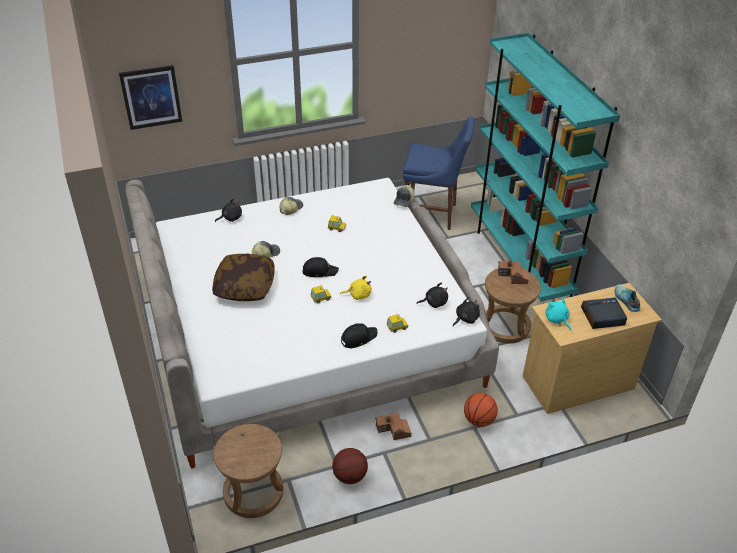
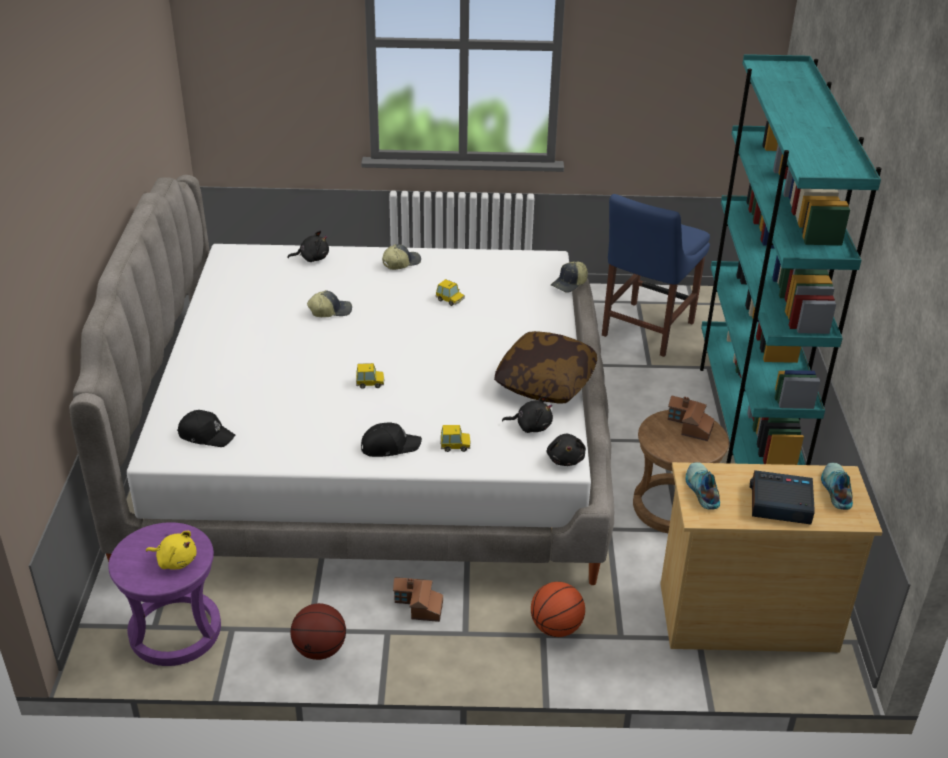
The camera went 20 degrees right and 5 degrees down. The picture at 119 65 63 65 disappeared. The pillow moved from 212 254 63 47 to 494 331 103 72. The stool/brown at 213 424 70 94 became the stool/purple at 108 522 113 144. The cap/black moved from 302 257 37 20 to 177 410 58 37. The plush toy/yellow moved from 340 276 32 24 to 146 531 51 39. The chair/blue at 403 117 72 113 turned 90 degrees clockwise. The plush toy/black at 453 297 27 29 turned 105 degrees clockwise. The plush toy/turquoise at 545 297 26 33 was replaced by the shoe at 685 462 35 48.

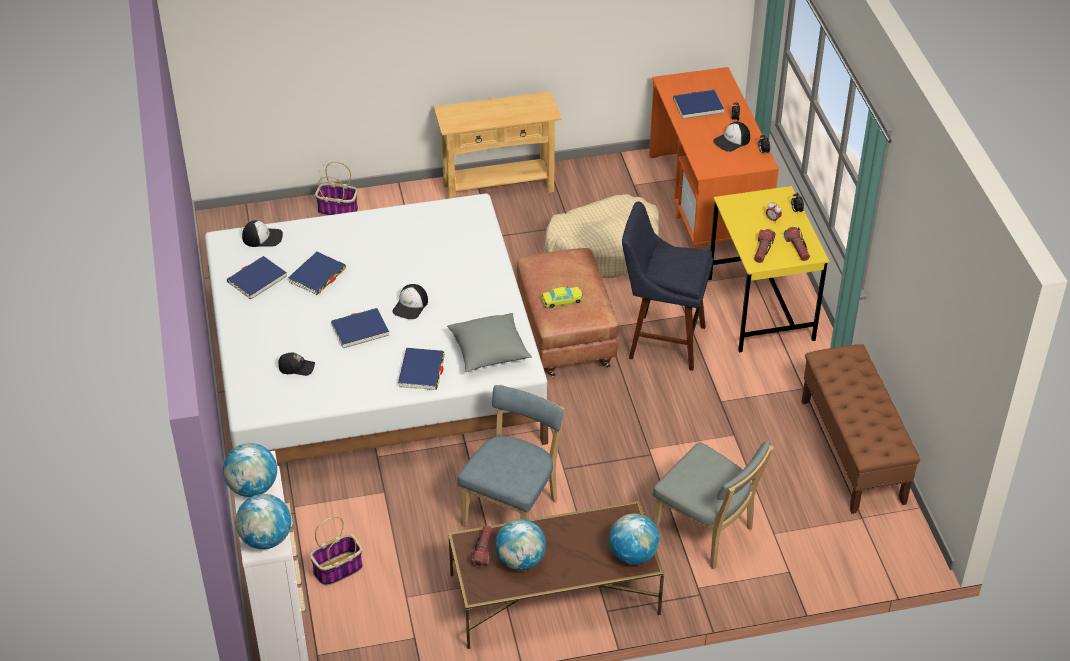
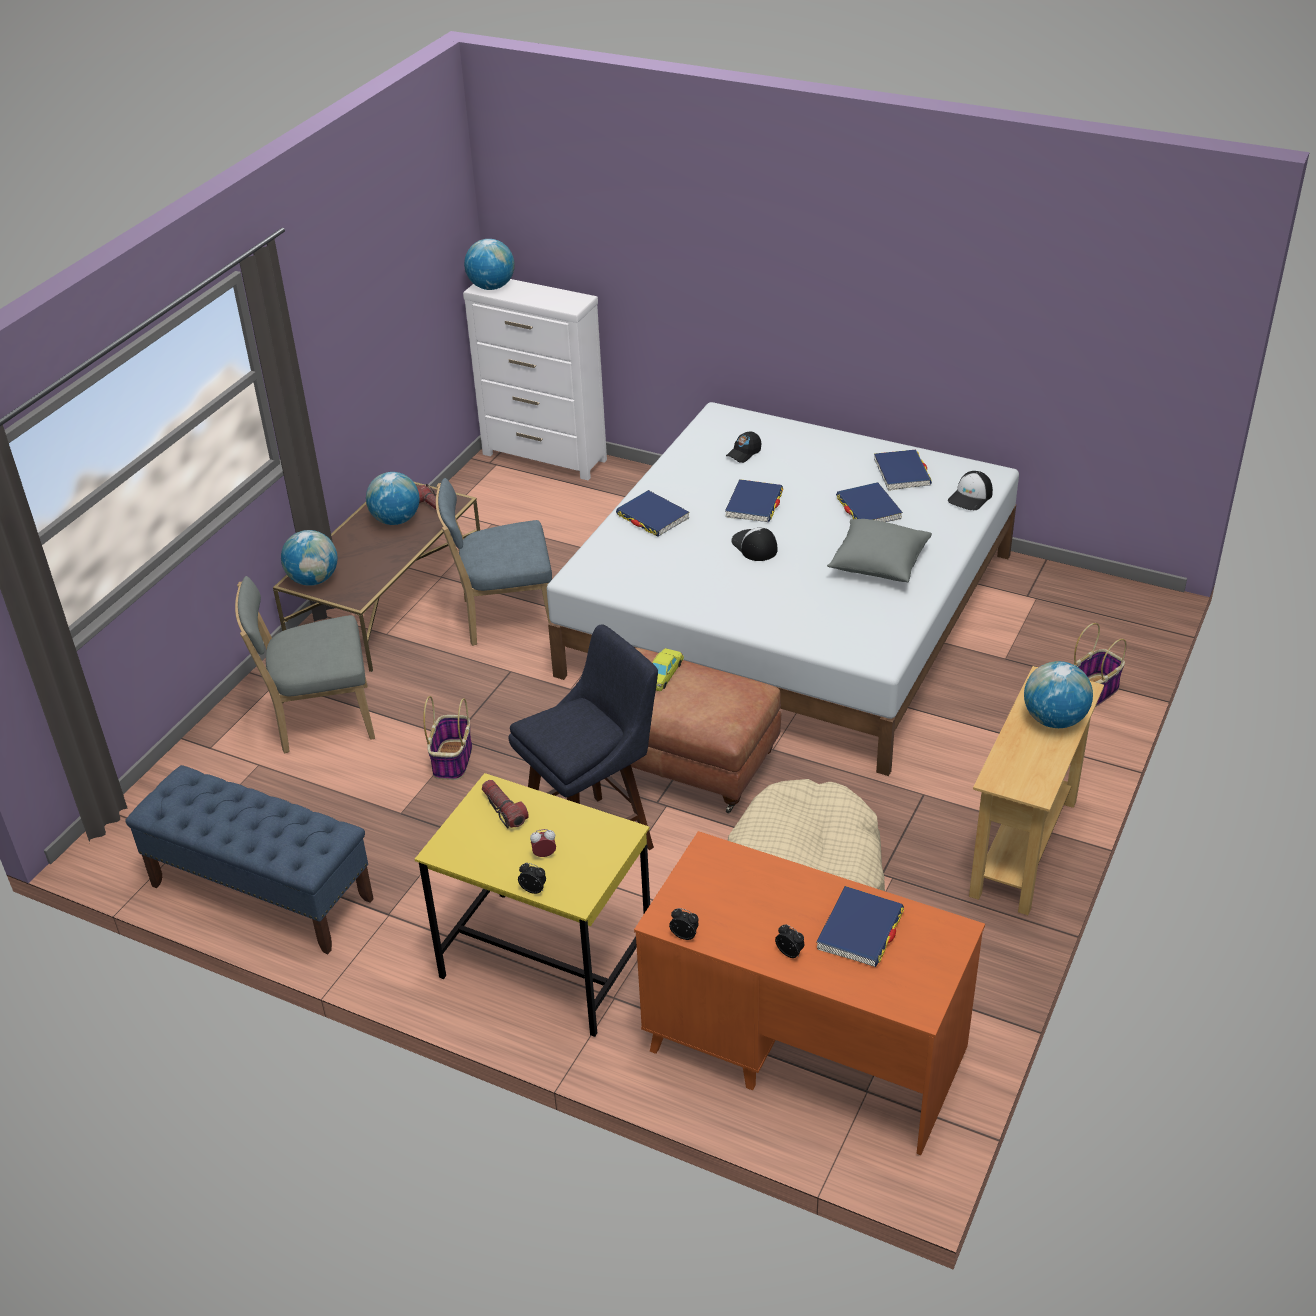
The camera went 130 degrees right and 5 degrees down. The globe moved from 223 443 54 54 to 1024 661 69 67. The basket moved from 310 517 53 69 to 423 696 49 84. The pillow/grey moved from 447 313 85 59 to 827 519 105 64. The chair/blue at 458 385 106 142 turned 105 degrees clockwise. The cap at 713 122 37 30 disappeared. The flashlight at 784 227 26 34 disappeared. The bench/brown at 802 344 118 170 became the bench/blue at 125 765 249 189.

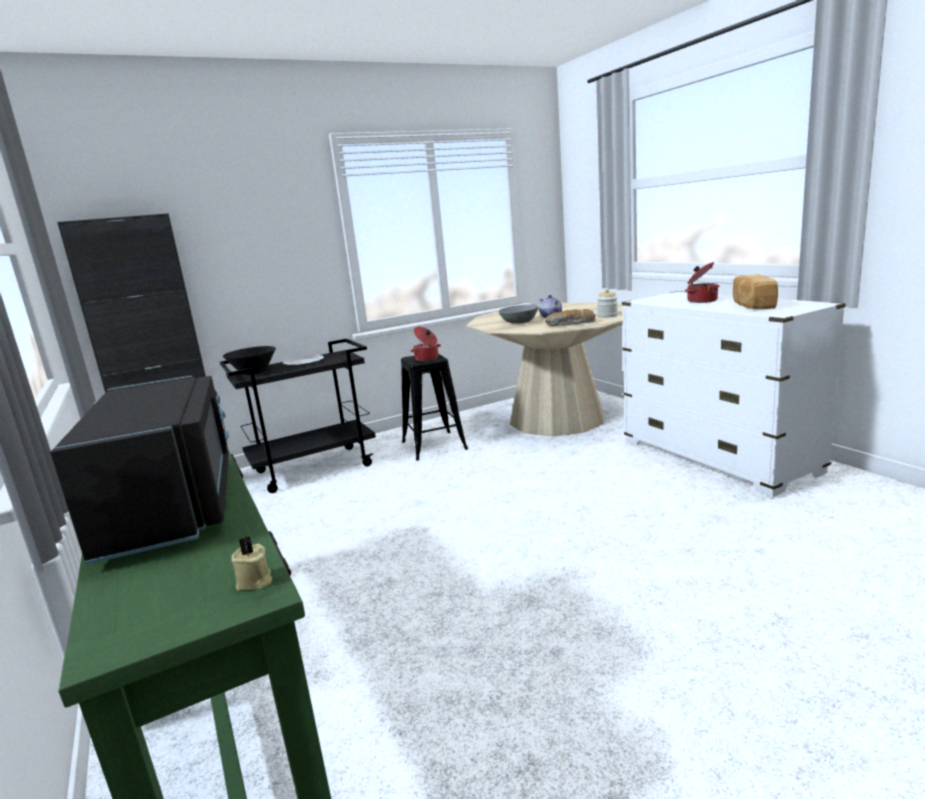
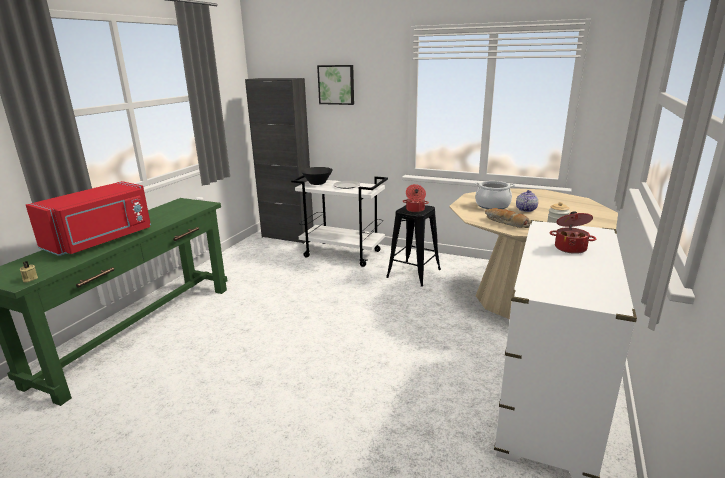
The camera went 50 degrees right and 5 degrees up. The microwave/black at 50 375 179 190 became the microwave/red at 26 181 125 75. The cart/black at 220 339 156 154 became the cart/white at 291 175 97 92. The bowl/grey at 498 304 40 20 was replaced by the cooking pot at 475 181 40 28. The bread at 733 274 45 36 disappeared. The picture at 317 65 37 40 appeared.

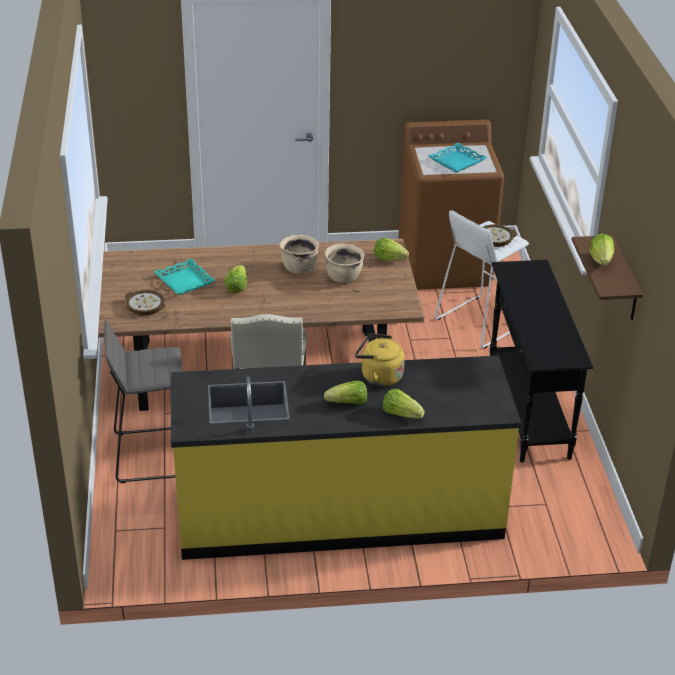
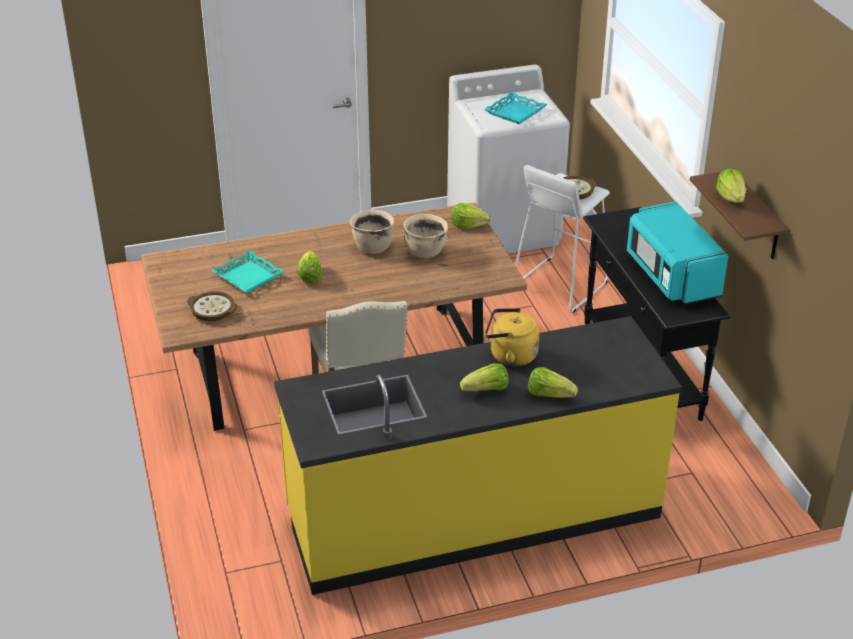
The camera went 10 degrees left and 0 degrees up. The stool/grey at 104 320 79 163 disappeared. The washing machine/brown at 398 120 106 170 became the washing machine/white at 447 65 123 189. The microwave/turquoise at 627 201 101 104 appeared.

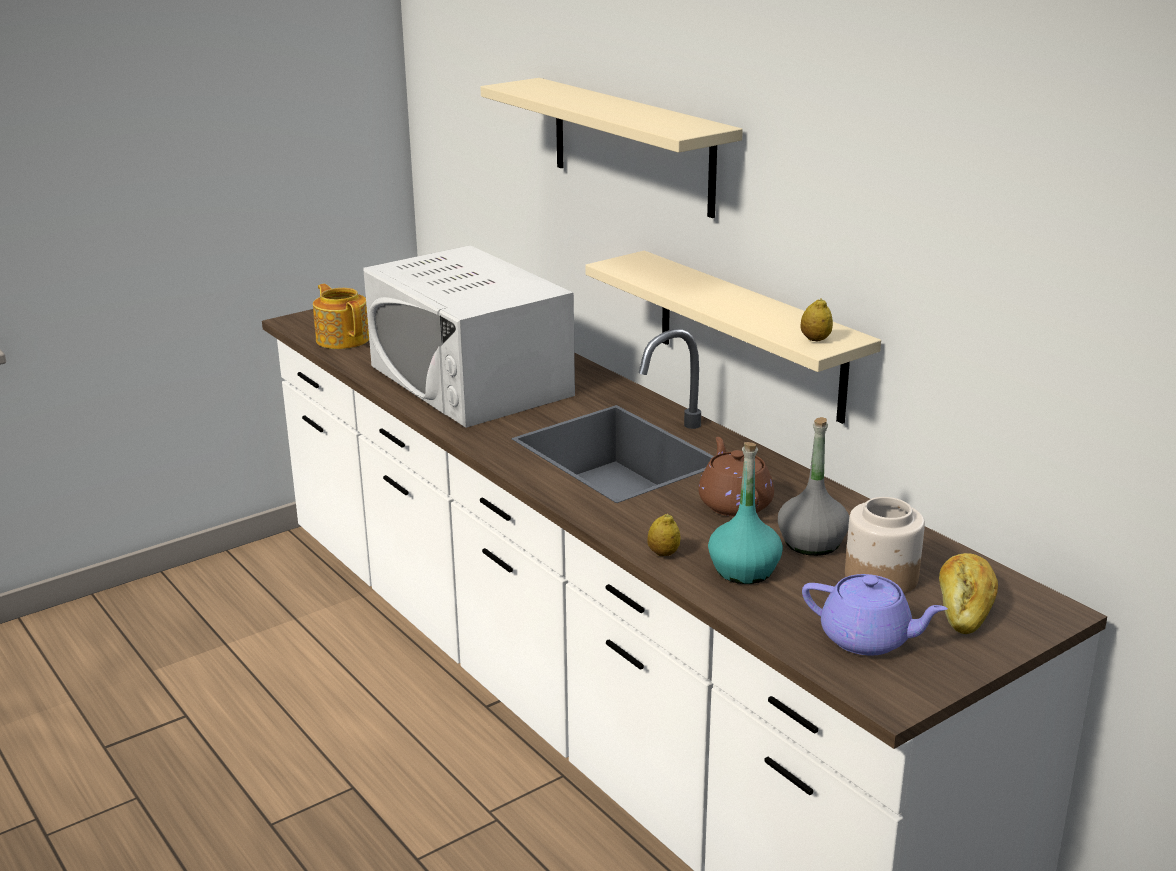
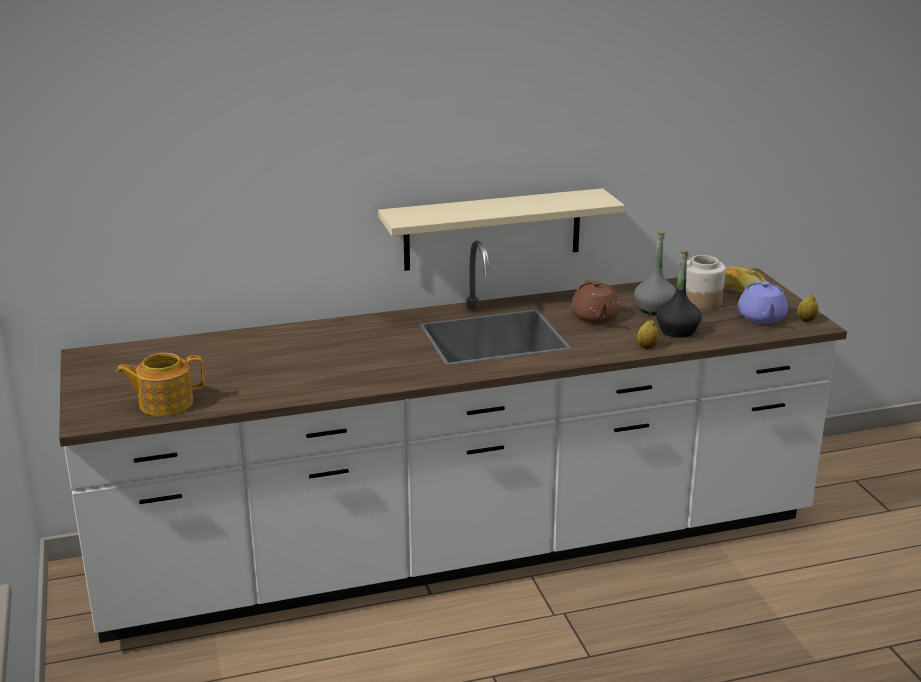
The camera went 70 degrees left and 0 degrees up. The microwave/white at 364 245 211 183 disappeared. The shelf/beige at 480 78 263 140 disappeared. The teapot/brown at 698 437 76 80 turned 105 degrees counterclockwise. The bottle/turquoise at 708 442 75 142 became the bottle/black at 656 251 46 87. The lemon moved from 801 298 32 43 to 797 295 22 27. The teapot/purple at 802 574 146 82 turned 135 degrees clockwise.

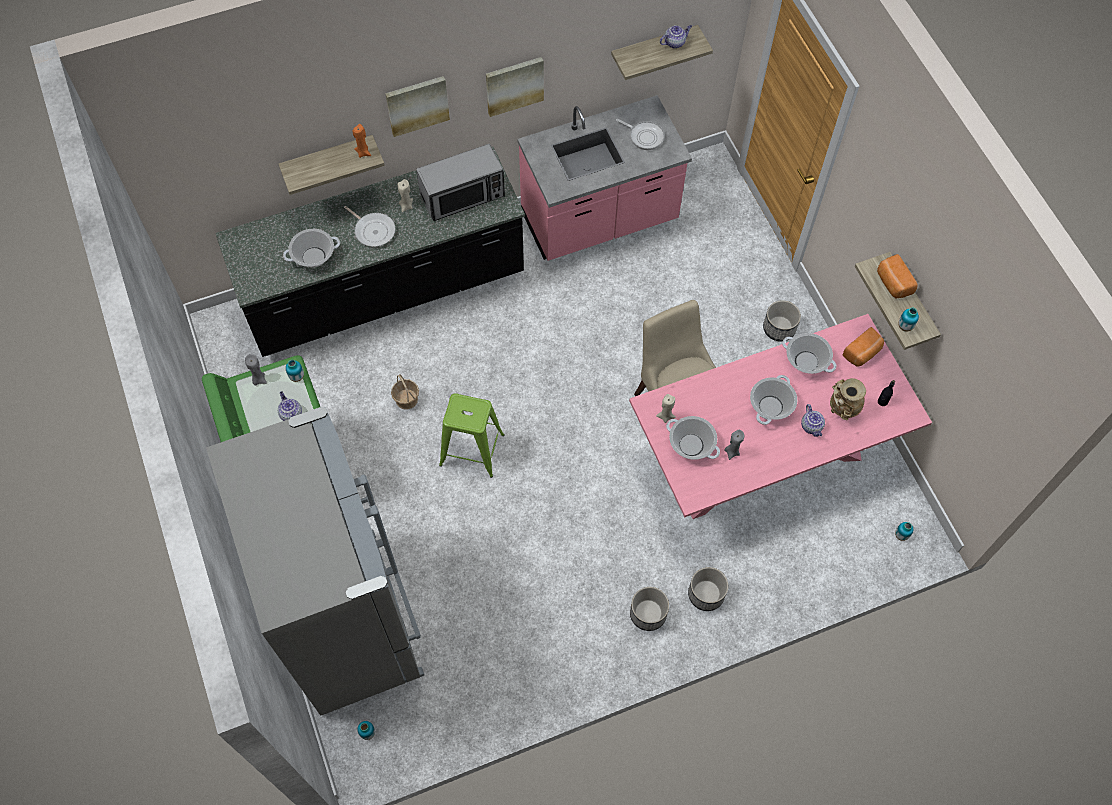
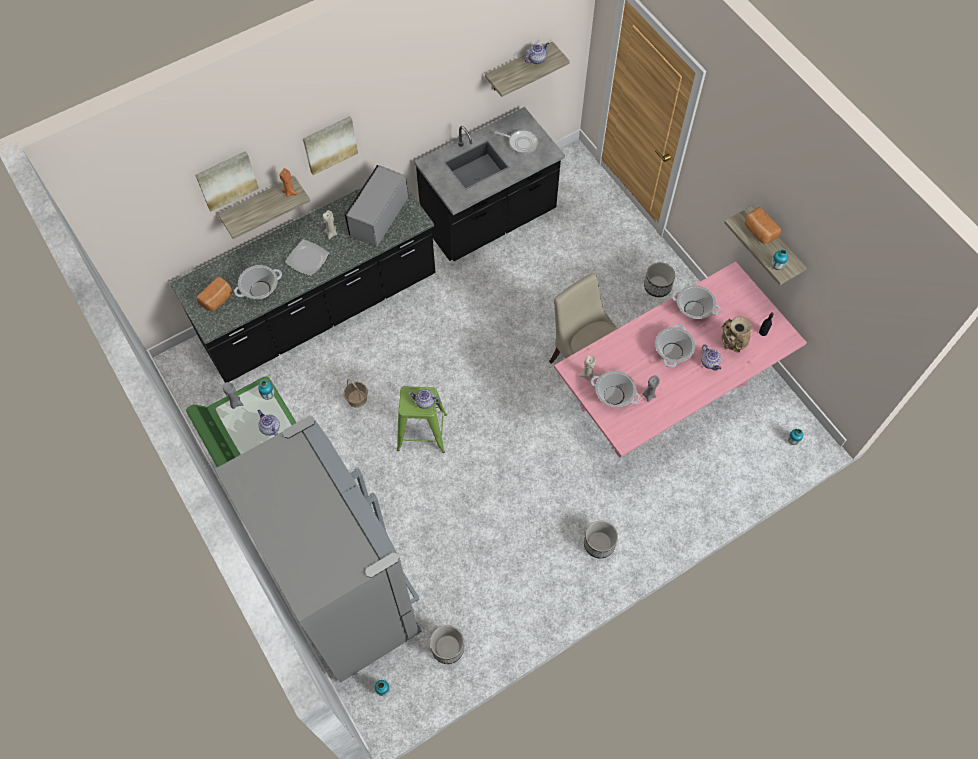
The camera went 10 degrees left and 0 degrees up. The frying pan at 344 206 51 41 was replaced by the plate at 285 239 44 37. The microwave at 416 144 89 77 turned 150 degrees clockwise. The picture moved from 486 57 58 60 to 195 151 64 61. The counter/pink at 517 95 175 166 became the counter/black at 414 107 151 154. The planter moved from 688 567 40 44 to 430 625 34 39. The bread moved from 842 327 42 39 to 196 276 37 36. The teapot at 409 389 32 20 appeared.

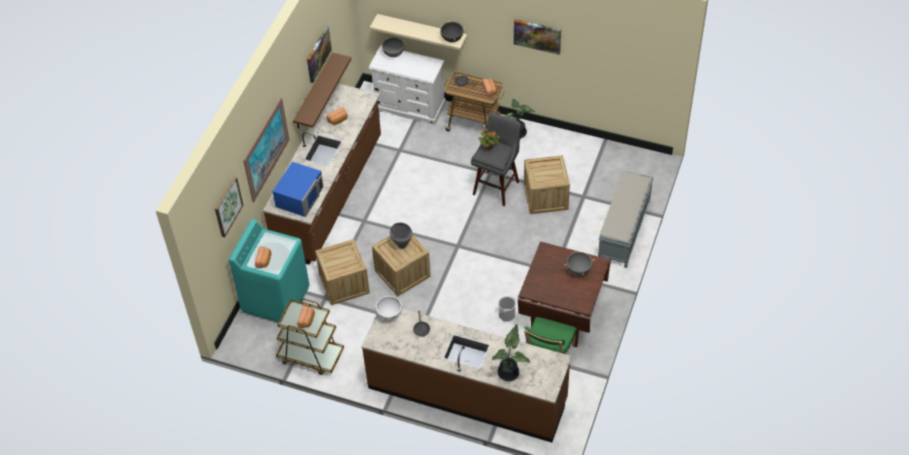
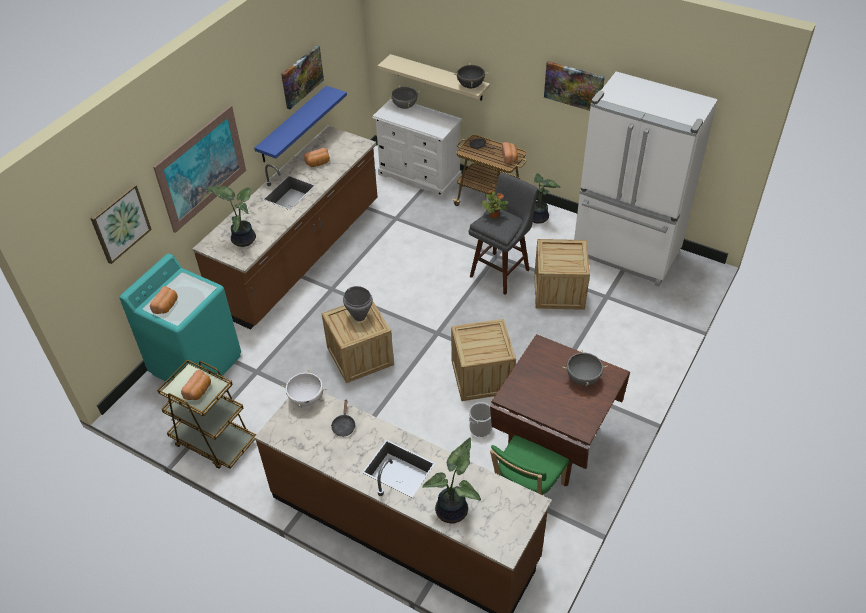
The camera went 10 degrees right and 5 degrees down. The microwave/blue at 272 162 51 55 was replaced by the potted plant at 205 186 51 61. The shelf/brown at 293 52 58 77 became the shelf/blue at 254 86 93 76. The crate moved from 315 239 55 66 to 451 319 65 82. The bench/grey at 598 171 56 97 disappeared. The fridge/white at 574 72 144 215 appeared.

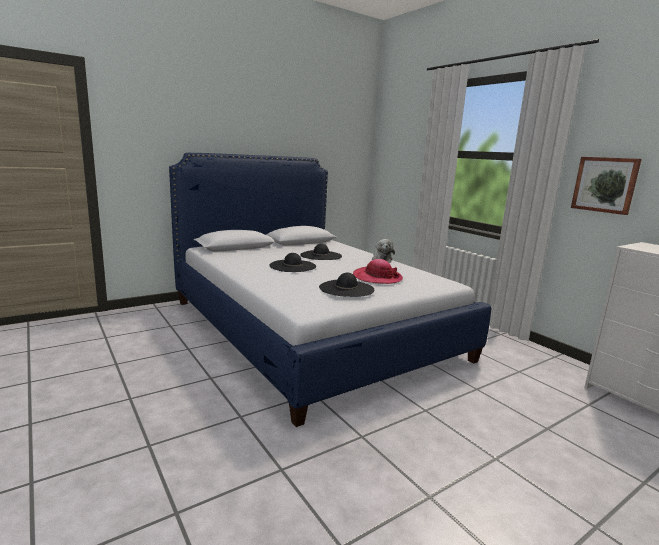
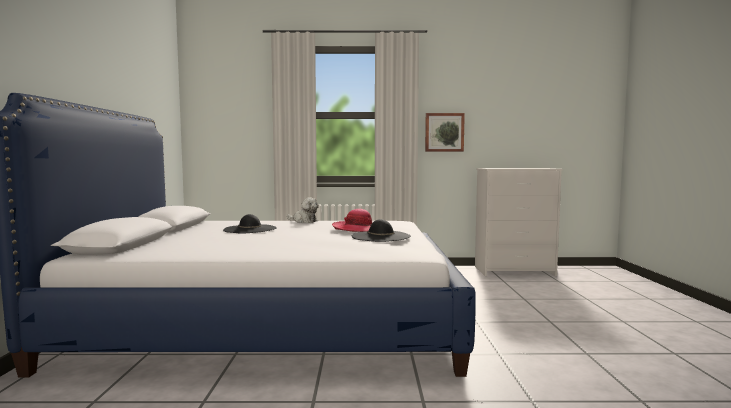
The camera went 55 degrees left and 10 degrees down. The hat/black at 269 253 47 19 disappeared.

